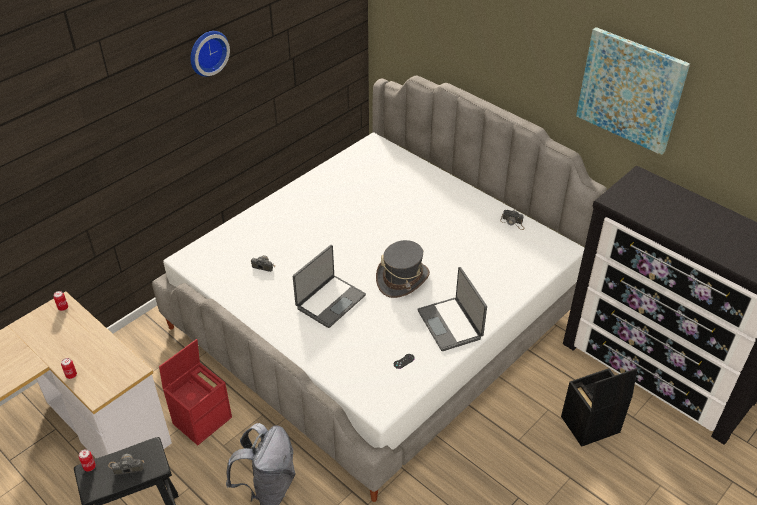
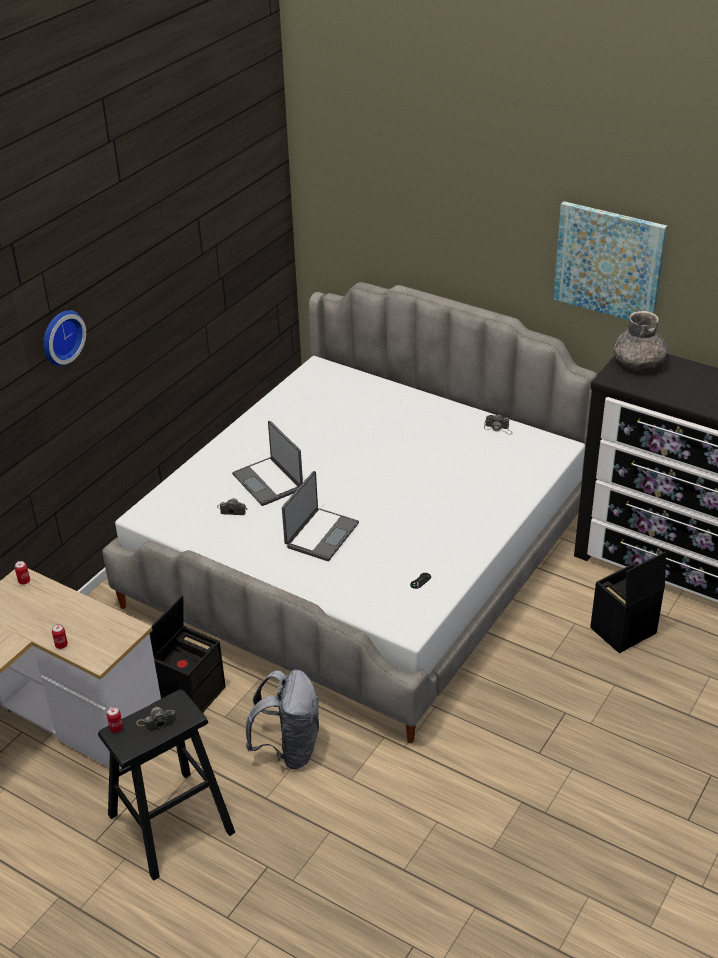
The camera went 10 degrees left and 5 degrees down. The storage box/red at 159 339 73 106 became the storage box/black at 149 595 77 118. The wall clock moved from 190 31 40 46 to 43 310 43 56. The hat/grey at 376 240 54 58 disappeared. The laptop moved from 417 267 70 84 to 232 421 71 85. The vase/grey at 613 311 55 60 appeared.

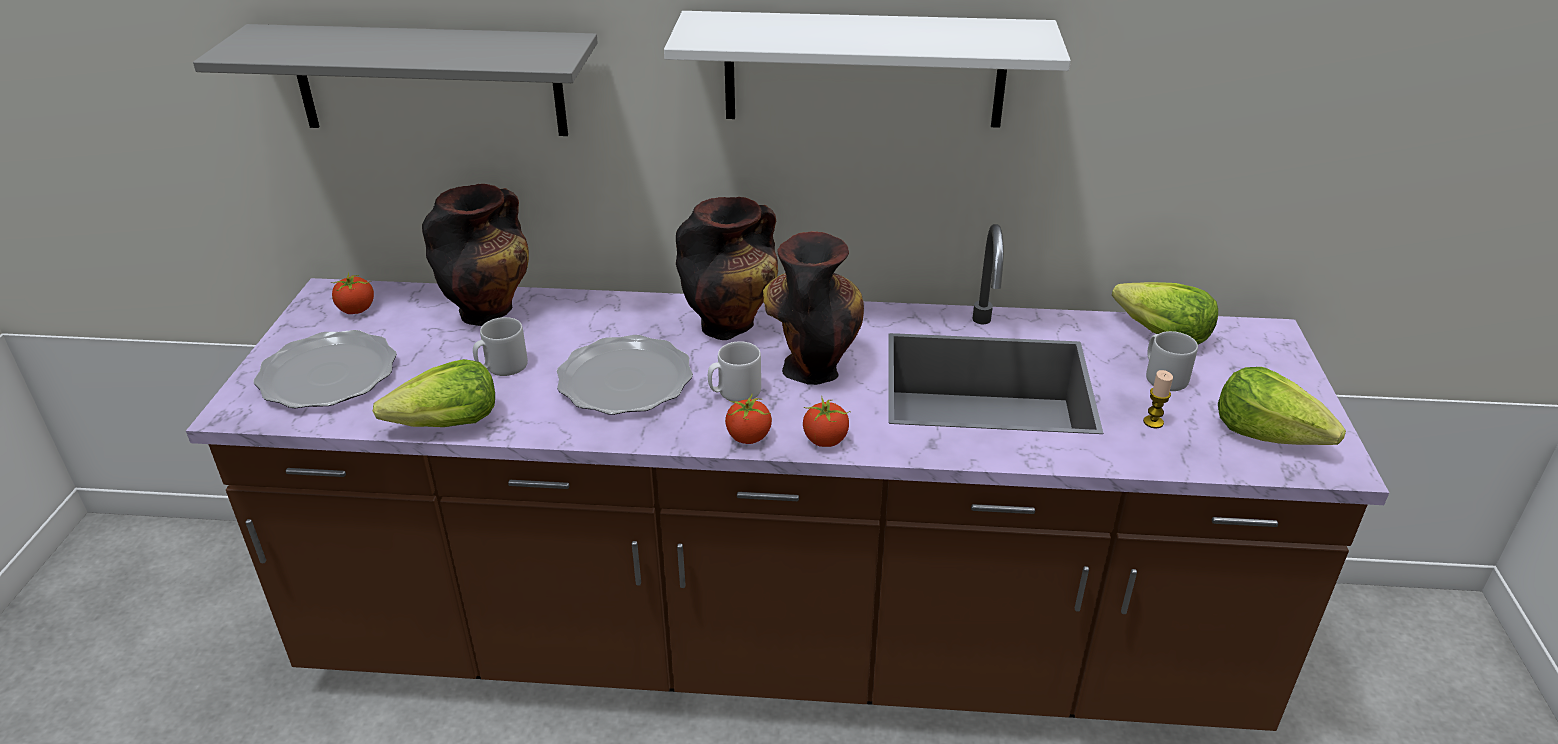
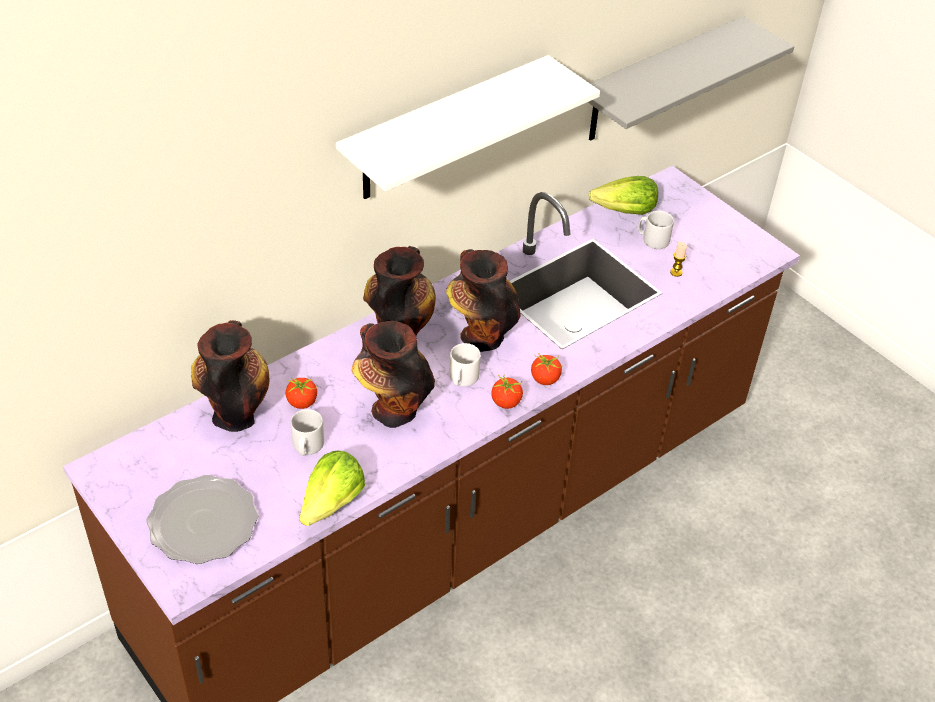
The camera went 45 degrees left and 10 degrees up. The shelf/grey moved from 193 24 405 112 to 588 16 206 125. The tomato moved from 331 273 43 41 to 286 376 31 33. The plate at 557 335 136 80 was replaced by the vase at 352 321 83 107. The lettuce at 1218 367 128 78 disappeared.

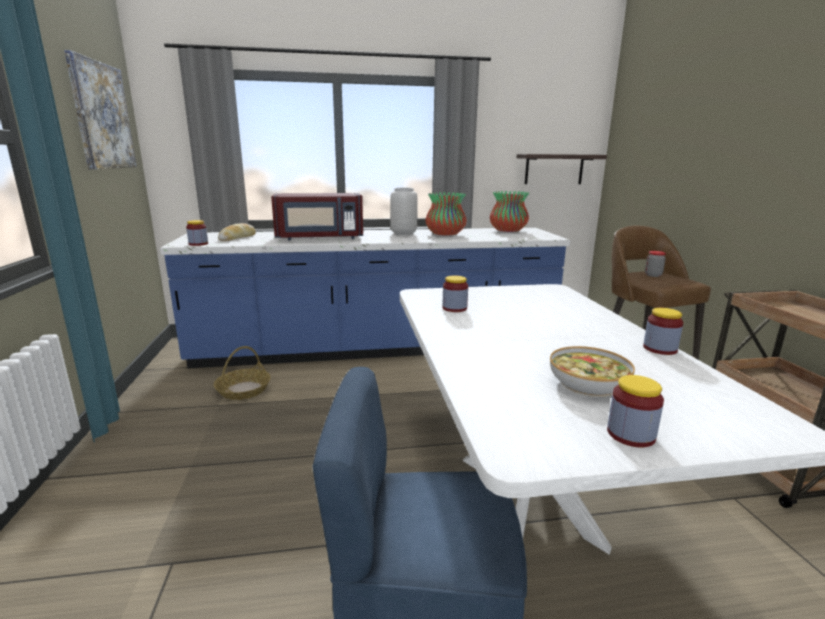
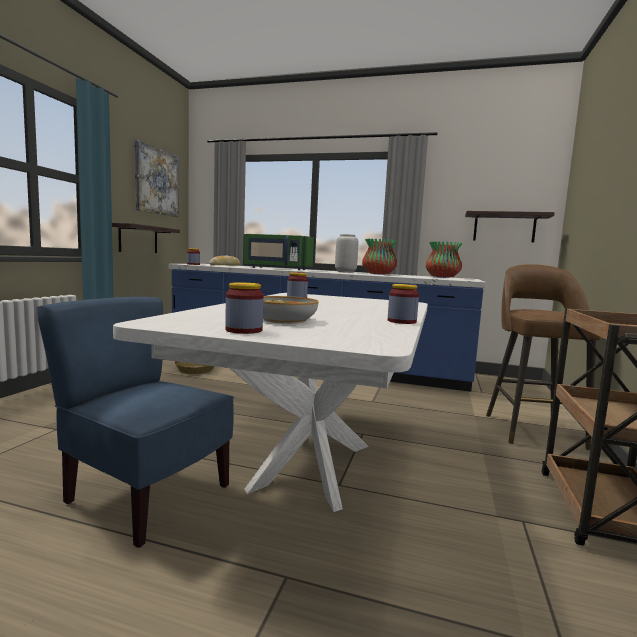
The camera went 25 degrees right and 10 degrees down. The microwave/red at 271 193 92 48 became the microwave/green at 243 234 71 36. The jar at 645 251 21 26 disappeared. The shelf at 112 223 68 30 appeared.

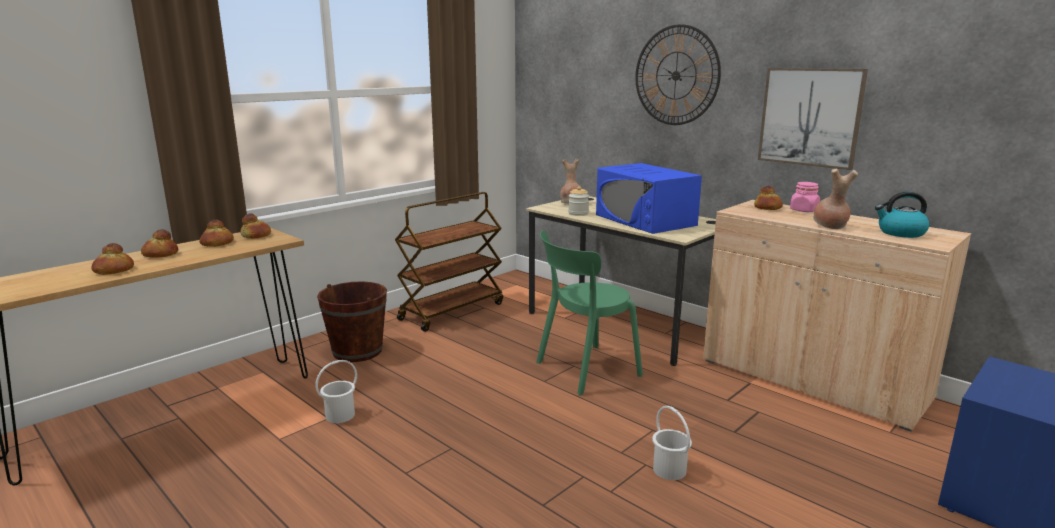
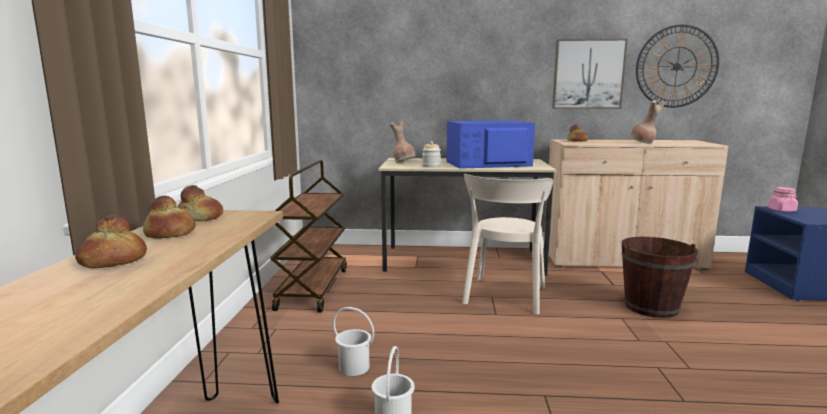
The camera went 40 degrees left and 5 degrees down. The bread at 91 243 43 32 disappeared. The bucket/brown moved from 317 281 70 81 to 622 237 76 81. The chair/green at 536 230 107 166 became the chair/beige at 462 174 91 141. The microwave/blue at 596 163 106 71 turned 150 degrees clockwise. The wall clock moved from 635 24 86 101 to 636 24 83 84. The bucket/white moved from 652 406 40 74 to 332 307 42 69. The jar/pink moved from 790 182 30 30 to 768 187 30 25. The kettle at 875 192 54 46 disappeared.

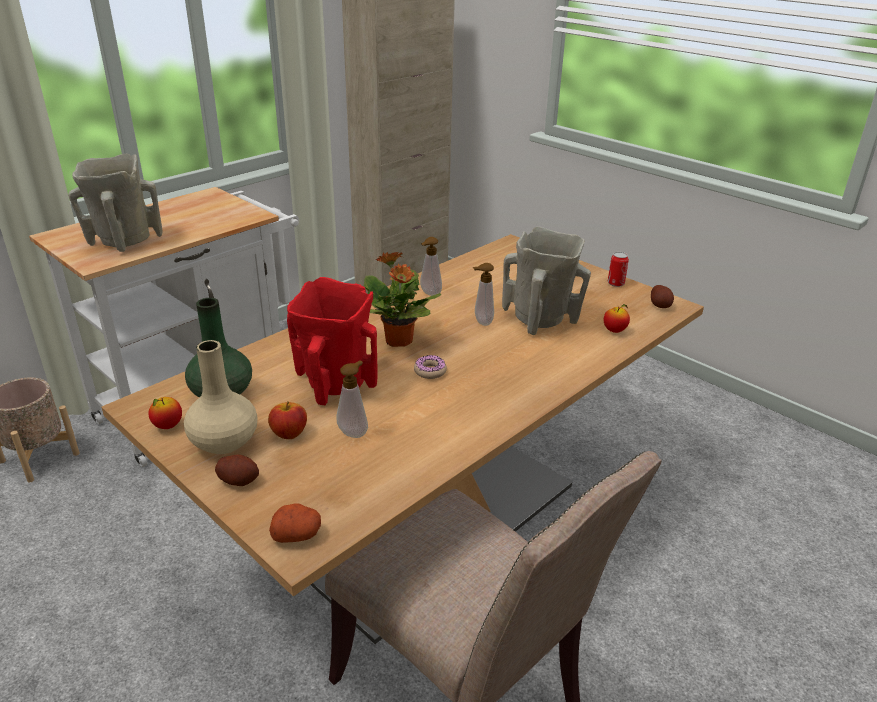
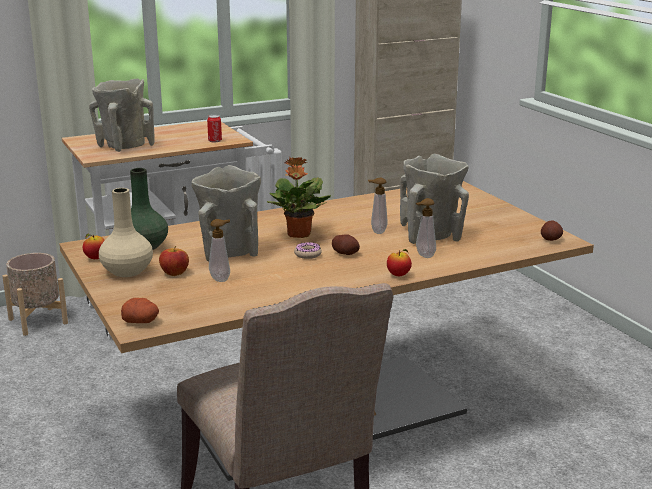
The camera went 20 degrees right and 10 degrees down. The potato moved from 215 454 44 32 to 332 234 28 21. The vase/red at 287 277 90 128 became the vase/beige at 192 165 69 96. The soap dispenser moved from 420 237 22 59 to 416 198 20 60. The apple moved from 604 304 26 29 to 387 249 25 27. The can moved from 608 252 21 35 to 207 115 15 27.

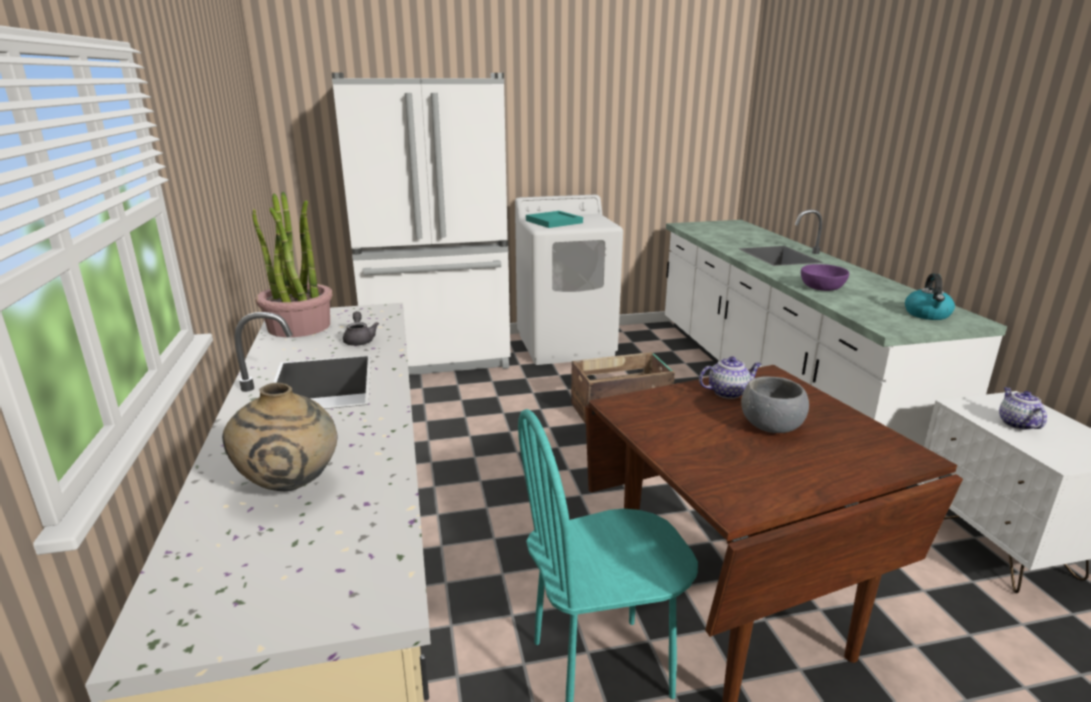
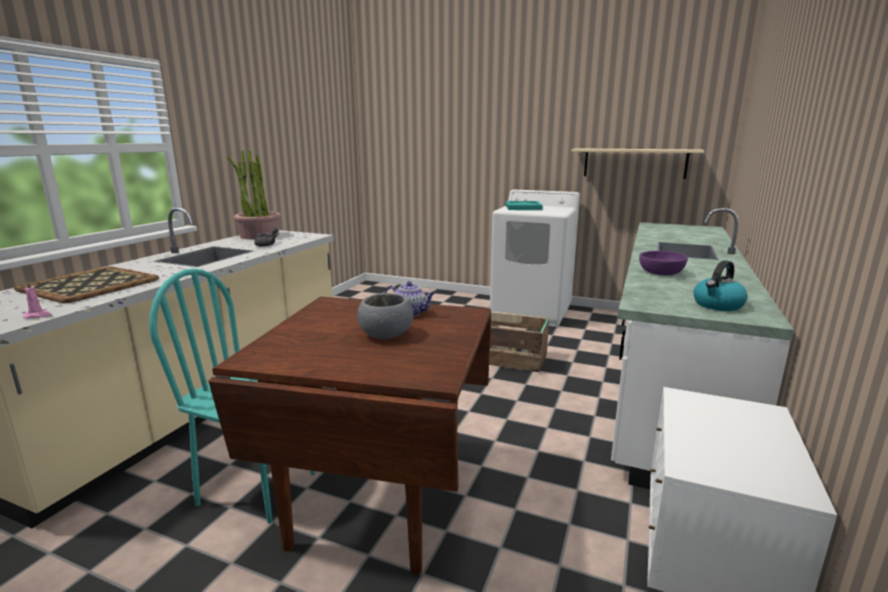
The camera went 35 degrees right and 5 degrees down. The vase/beige at 222 383 115 108 was replaced by the tray at 14 266 145 37. The fridge/white at 332 73 179 302 disappeared. The teapot at 999 387 48 43 disappeared. The candle/pink at 23 281 29 37 appeared. The shelf/beige at 571 148 133 31 appeared.

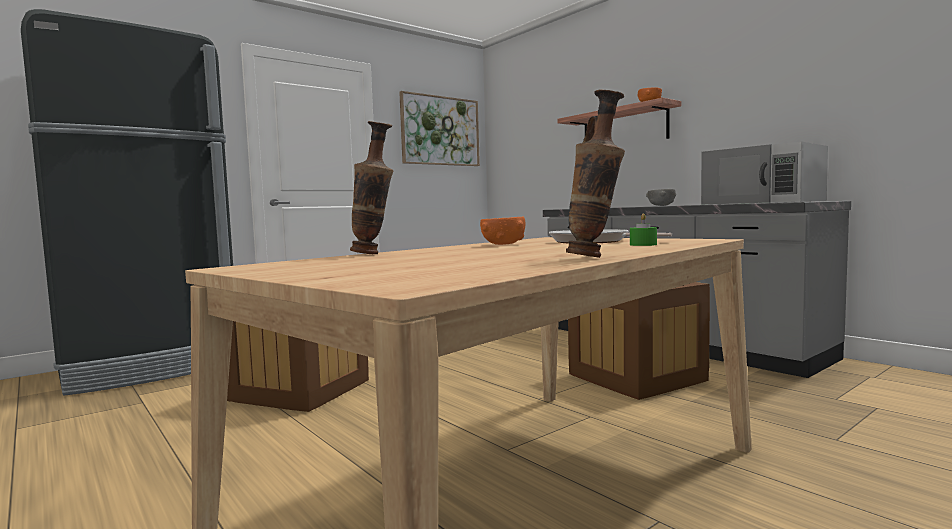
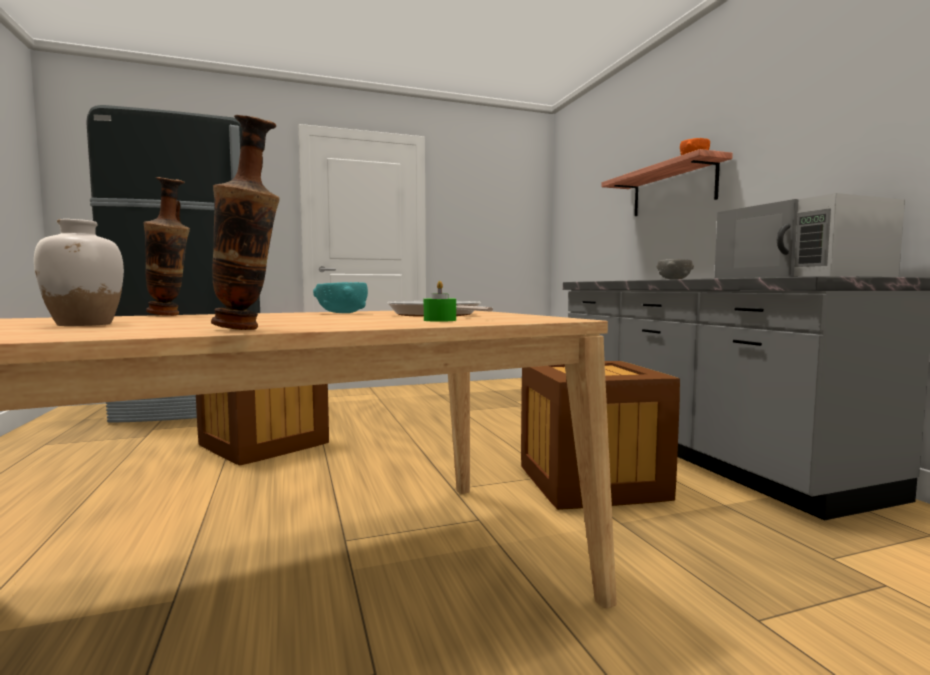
The camera went 20 degrees right and 0 degrees up. The picture at 399 91 81 75 disappeared. The bowl/orange at 480 217 45 28 became the bowl/turquoise at 313 282 55 31. The vase/white at 34 219 90 107 appeared.

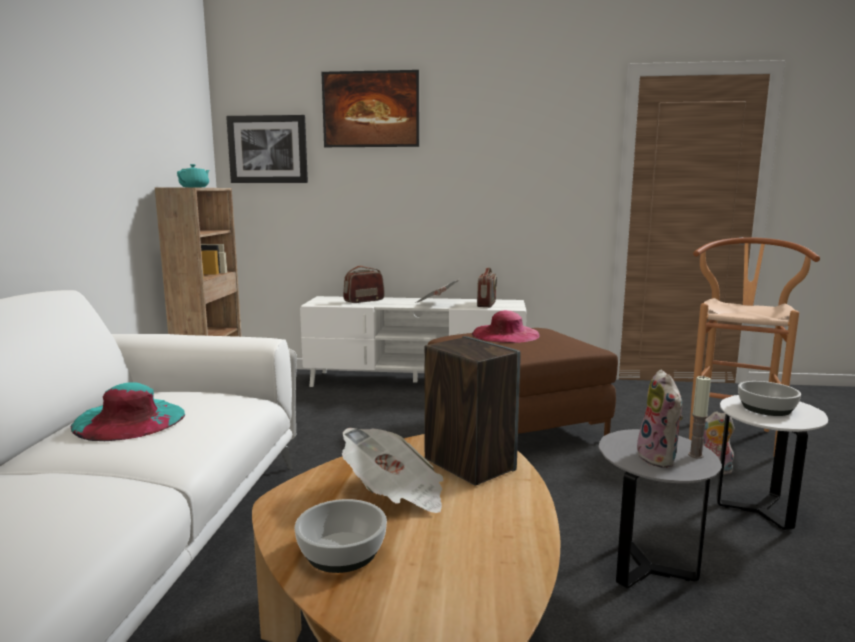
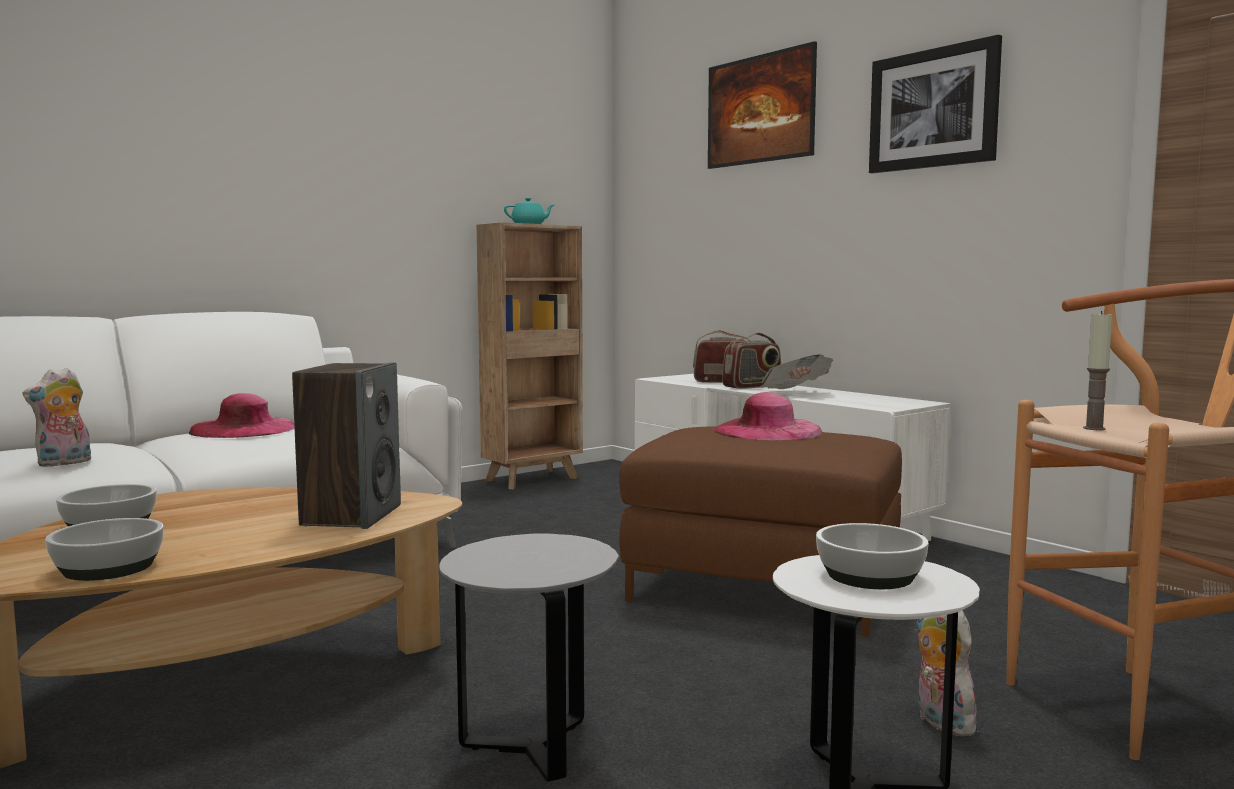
The camera went 45 degrees right and 5 degrees down. The hat/turquoise at 71 382 114 59 became the hat/pink at 189 393 105 45. The picture moved from 226 115 82 68 to 869 35 133 138. The newspaper at 342 428 101 85 disappeared. The radio moved from 477 267 20 40 to 722 333 59 56. The plush toy moved from 637 370 46 98 to 22 368 69 99. The candle moved from 688 376 23 83 to 1083 311 29 119. The bowl at 45 518 119 63 appeared.

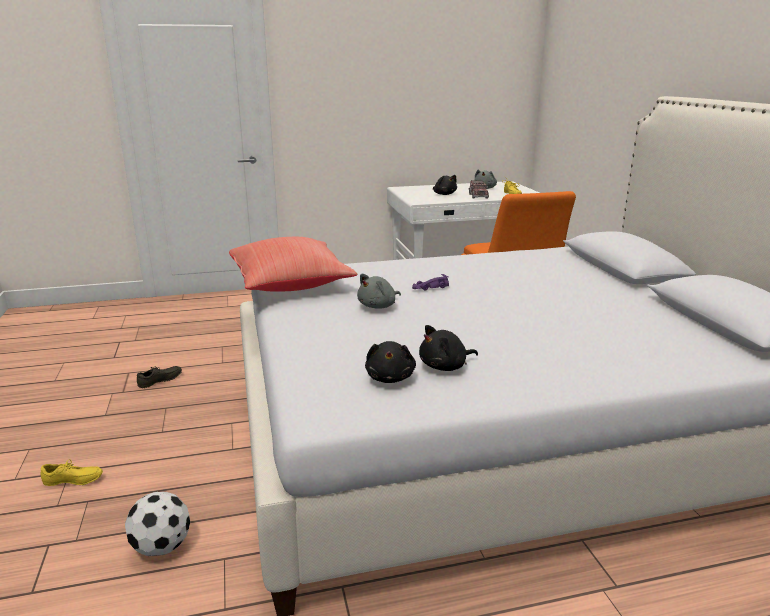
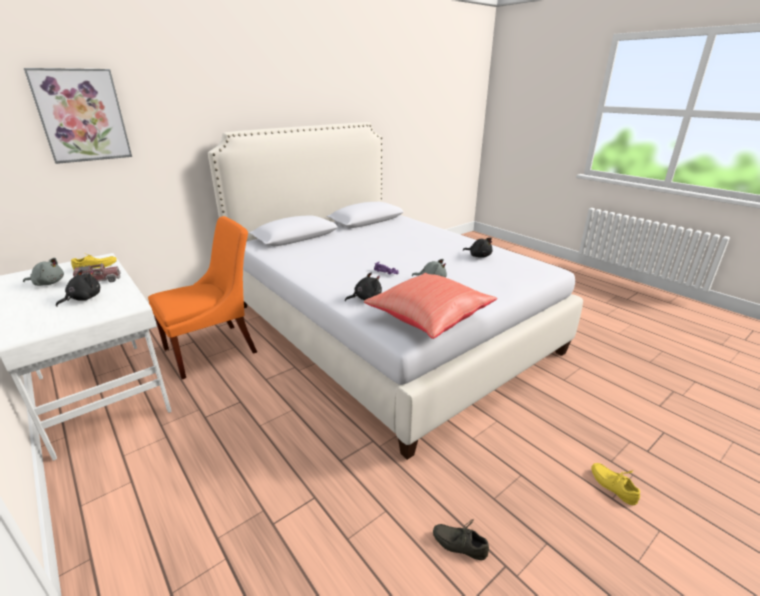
The camera went 115 degrees left and 5 degrees up. The football at 125 492 65 64 disappeared. The plush toy/black moved from 365 341 51 42 to 345 272 37 29. The picture at 24 68 108 96 appeared.

